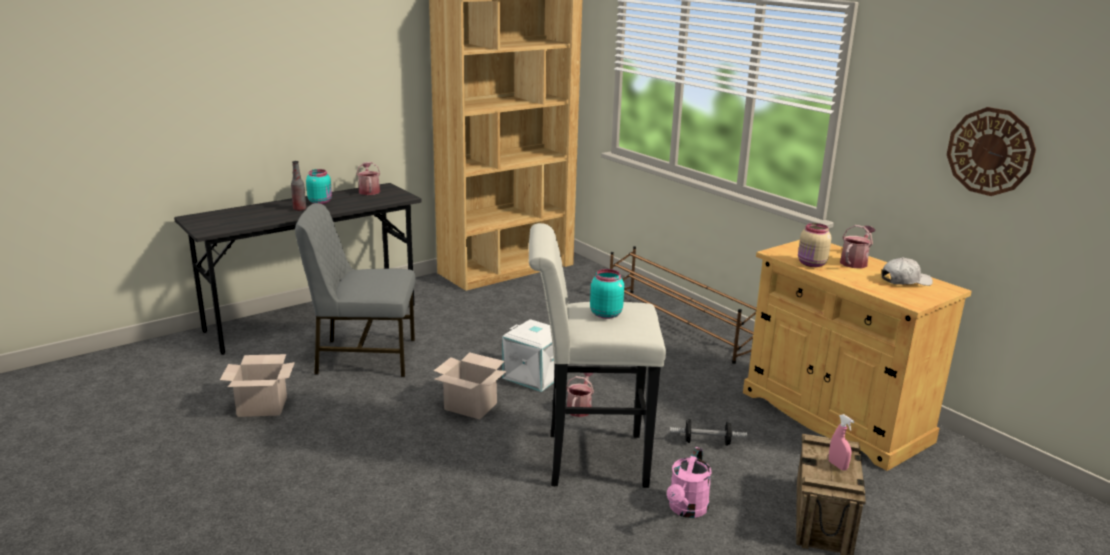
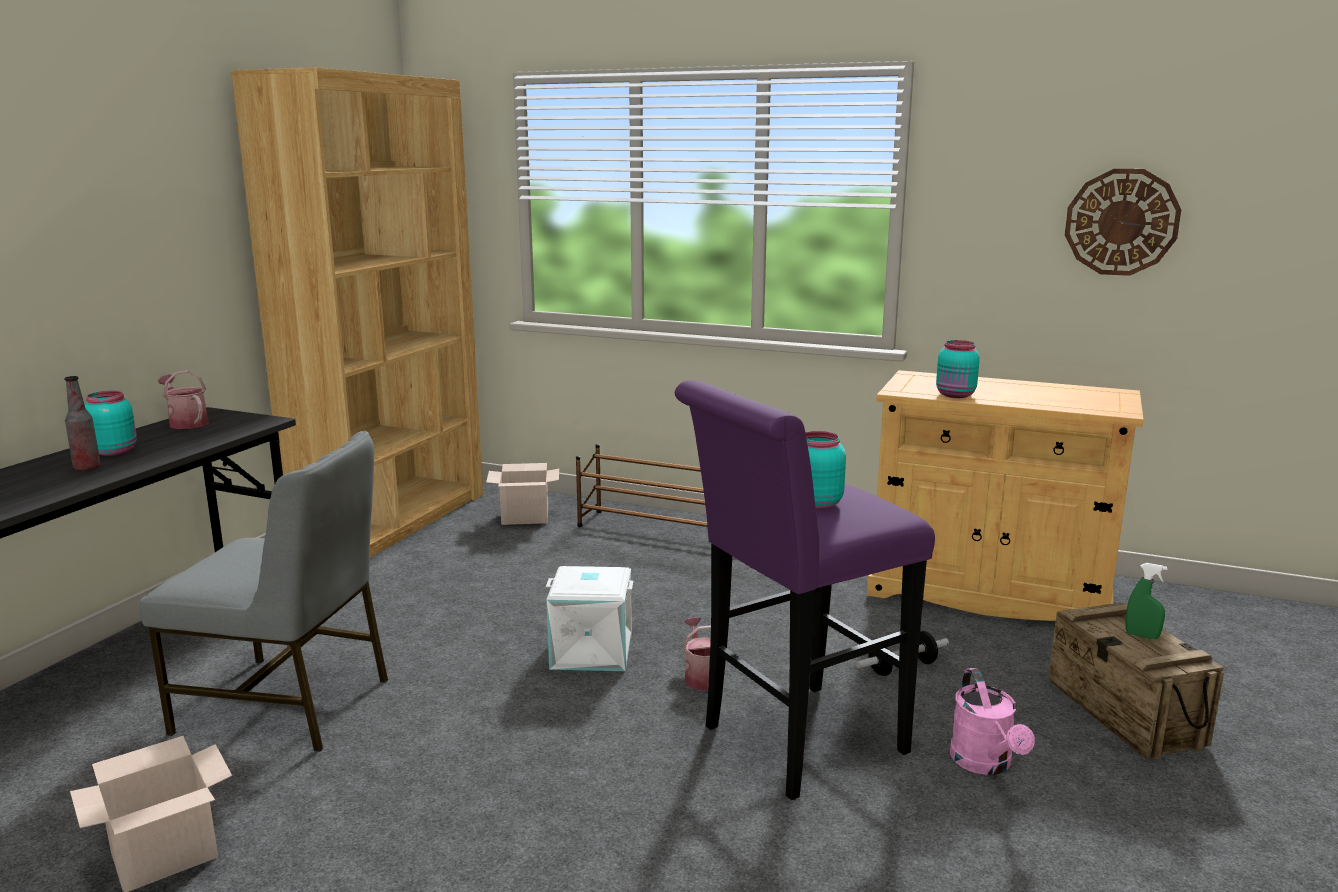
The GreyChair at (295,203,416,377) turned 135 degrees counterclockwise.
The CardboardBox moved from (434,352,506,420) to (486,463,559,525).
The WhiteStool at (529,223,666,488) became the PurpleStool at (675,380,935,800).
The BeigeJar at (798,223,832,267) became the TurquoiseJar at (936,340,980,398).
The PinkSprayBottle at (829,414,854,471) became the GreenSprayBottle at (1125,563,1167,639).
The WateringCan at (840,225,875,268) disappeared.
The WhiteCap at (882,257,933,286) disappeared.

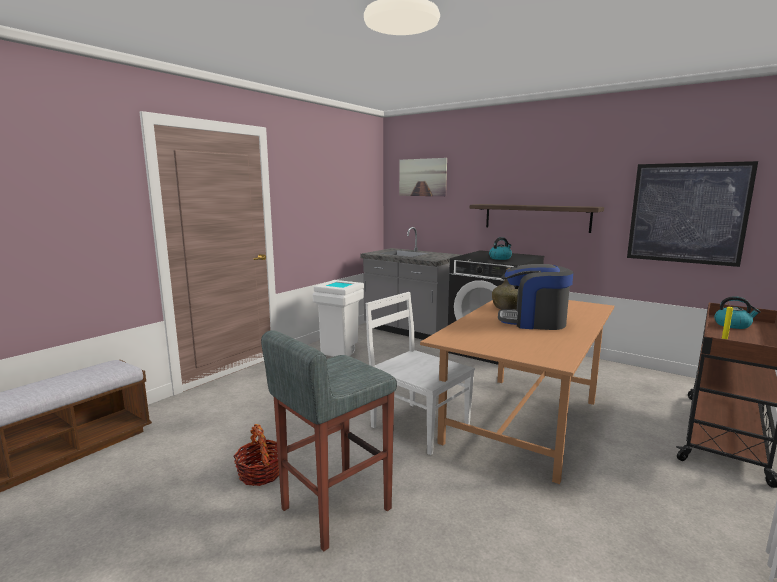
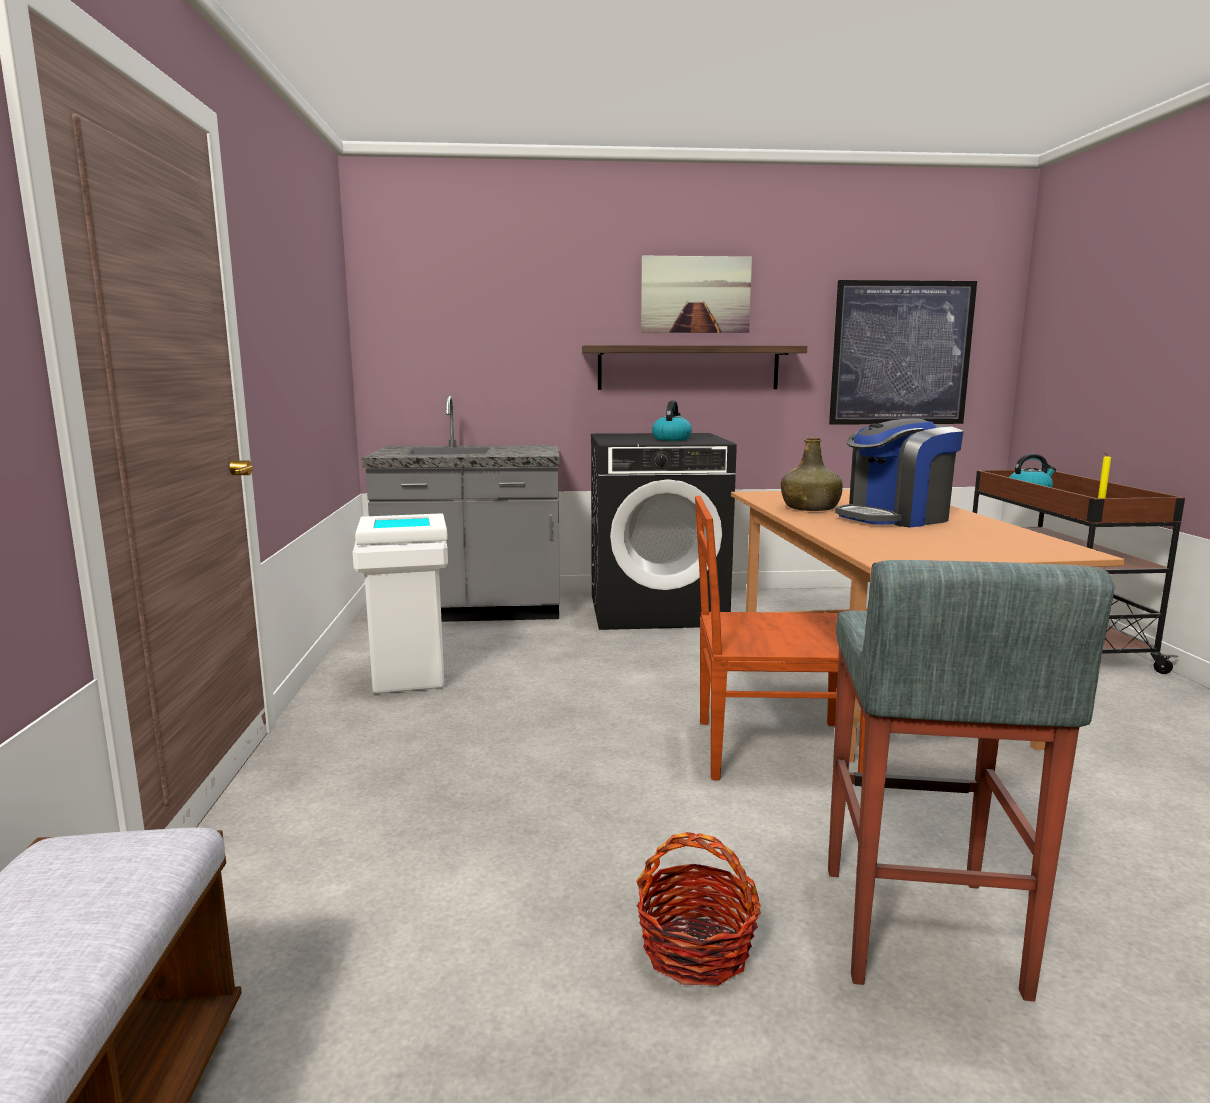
The WhiteChair at (366,292,475,455) became the BrownChair at (695,496,865,780).
The Picture moved from (399,158,447,196) to (641,255,752,333).

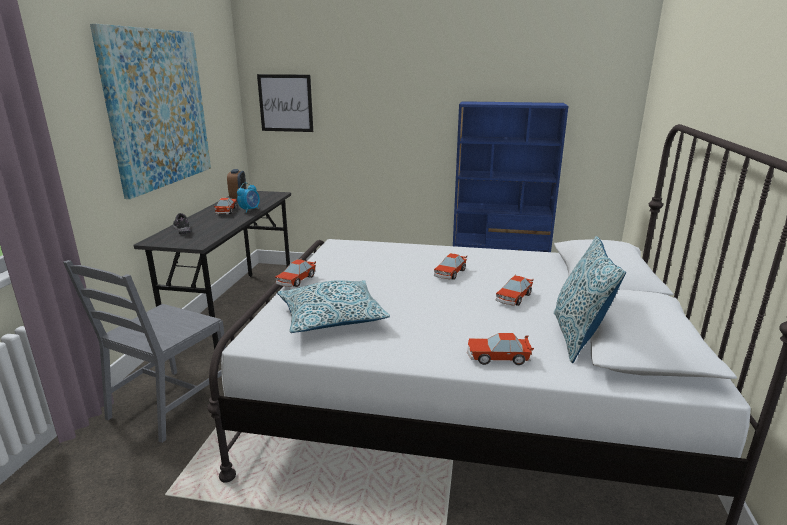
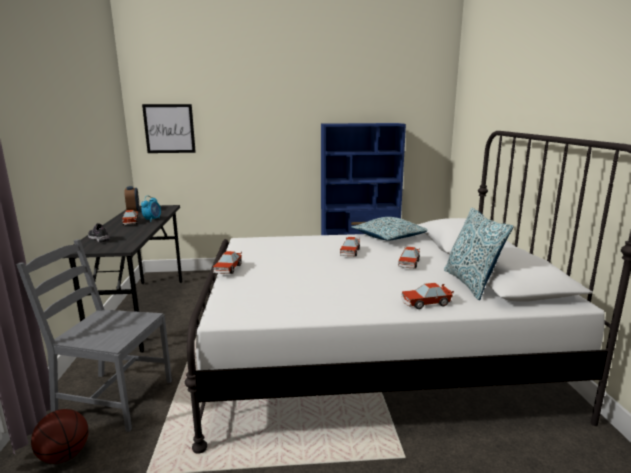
The GreyChair at (63,260,226,443) turned 90 degrees clockwise.
The Picture at (90,24,211,199) disappeared.
The Pillow moved from (277,280,390,333) to (351,217,427,240).
The Basketball at (31,409,89,464) appeared.

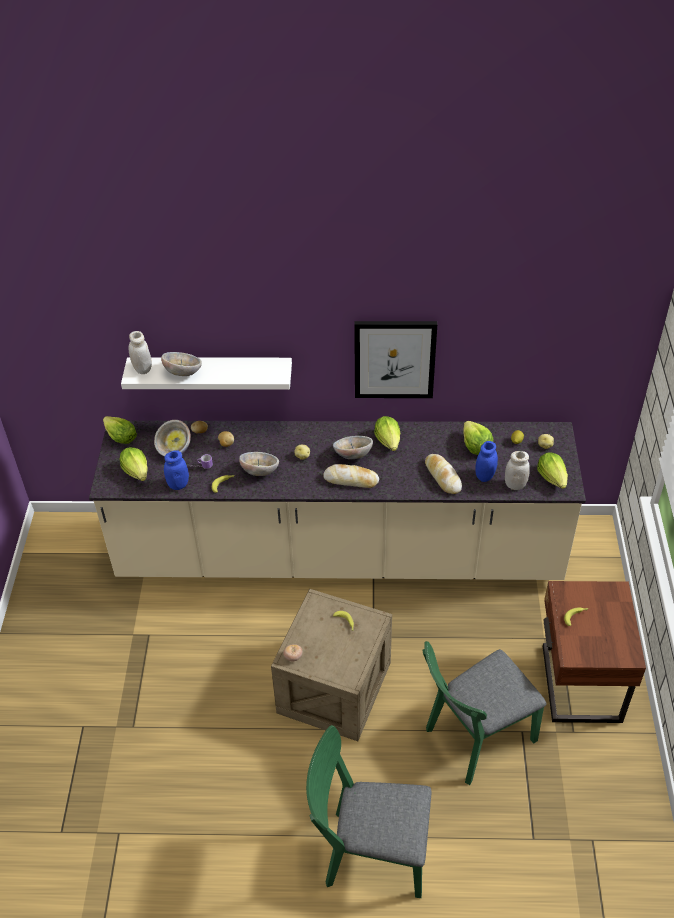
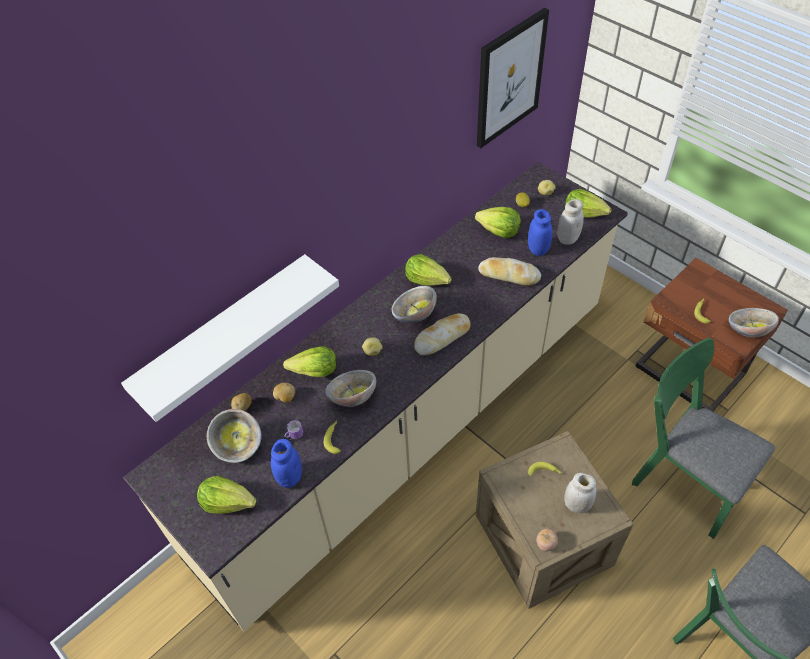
The Lettuce moved from (103,416,137,444) to (283,346,336,377).
The WhiteJar moved from (129,331,152,374) to (564,473,596,513).
The Bowl moved from (161,352,202,376) to (729,308,779,337).
The Picture moved from (354,321,437,398) to (477,8,549,148).
The GreenChair at (422,641,546,785) turned 120 degrees clockwise.

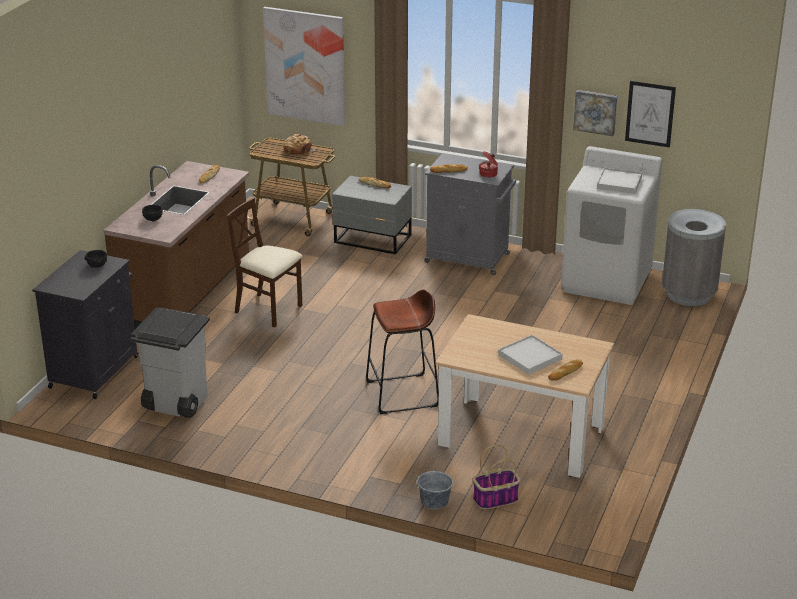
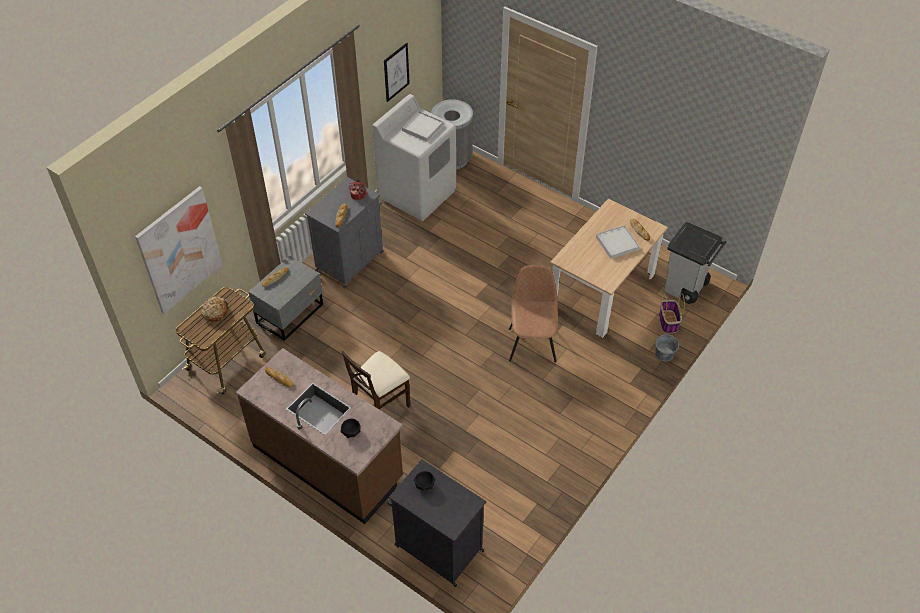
The GreyTrashCan moved from (131,308,210,418) to (664,222,727,304).
The BrownStool at (366,289,439,414) was replaced by the BrownChair at (509,265,558,363).
The Picture at (573,90,617,136) disappeared.

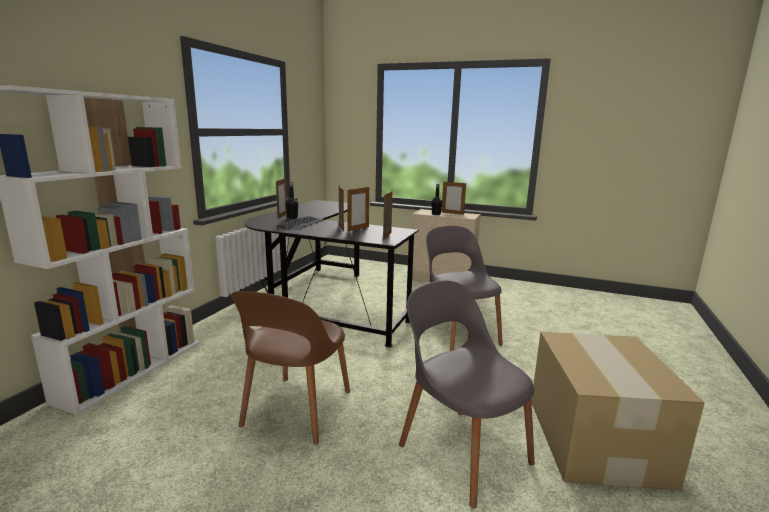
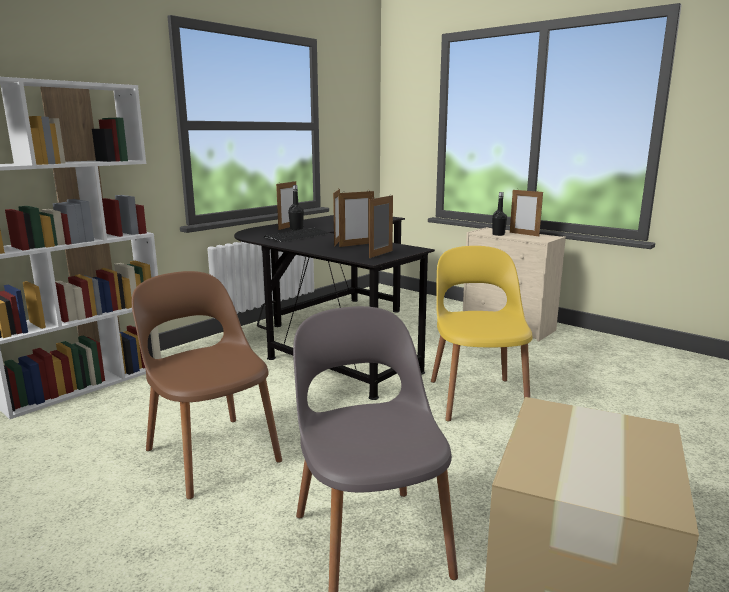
The BrownChair at (231,291,350,445) turned 105 degrees clockwise.
The GreyChair at (426,226,503,351) became the YellowChair at (431,246,533,421).

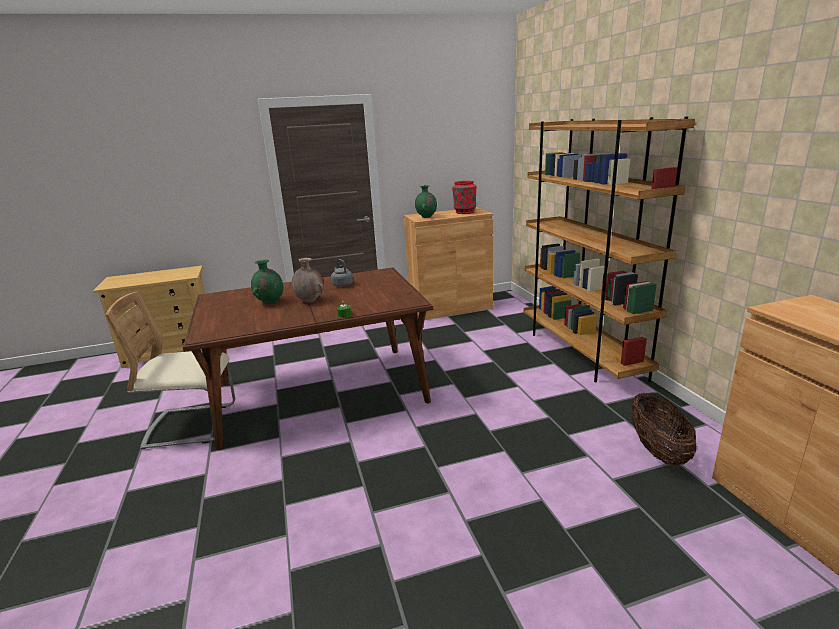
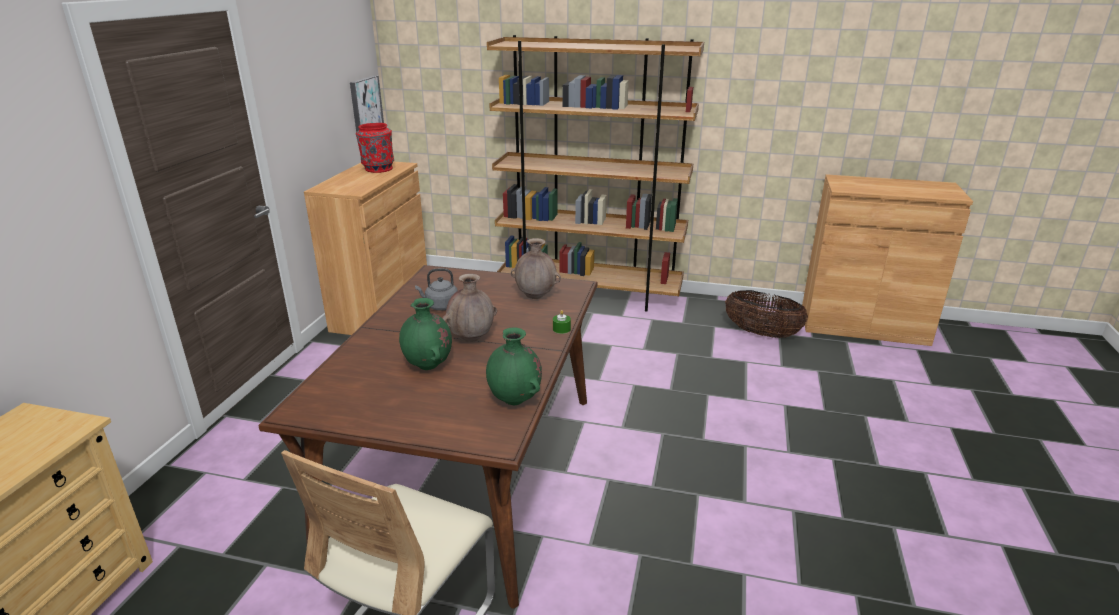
The GreenVase moved from (415,185,437,218) to (486,327,542,405).
The Picture at (350,75,384,132) appeared.
The BrownVase at (511,238,561,299) appeared.

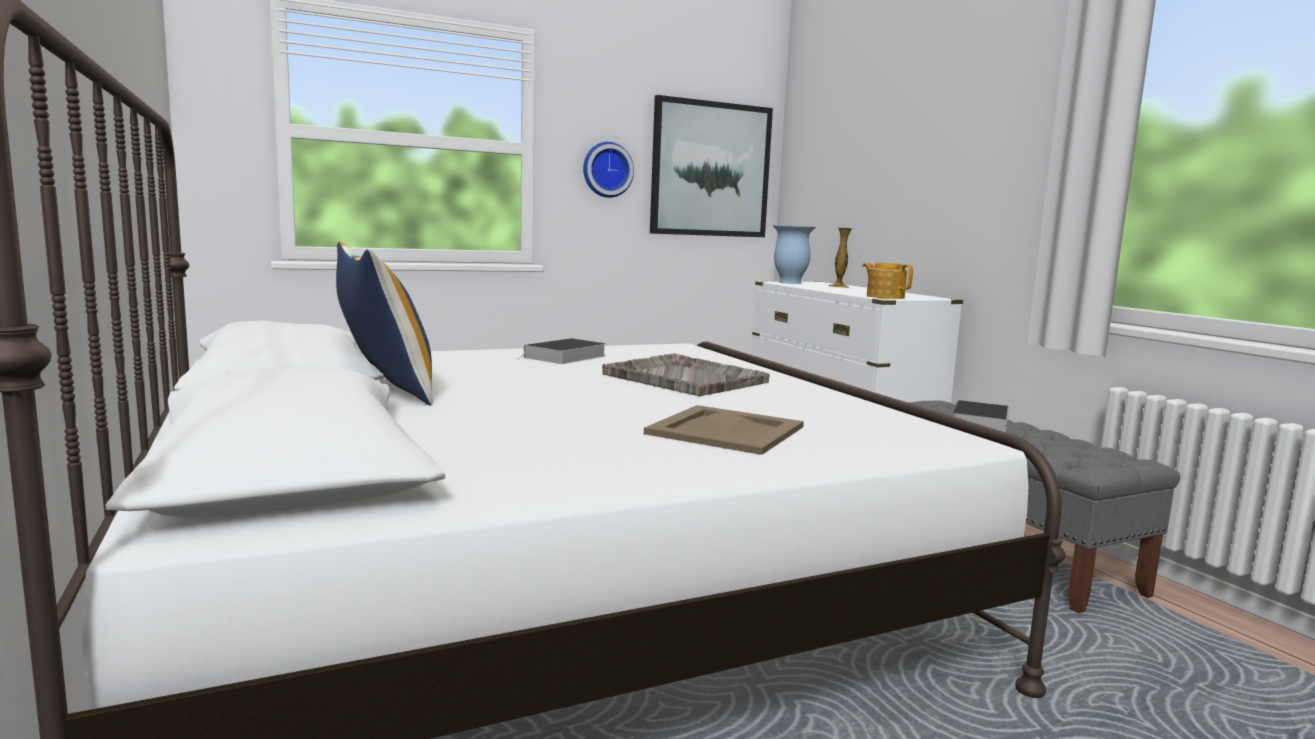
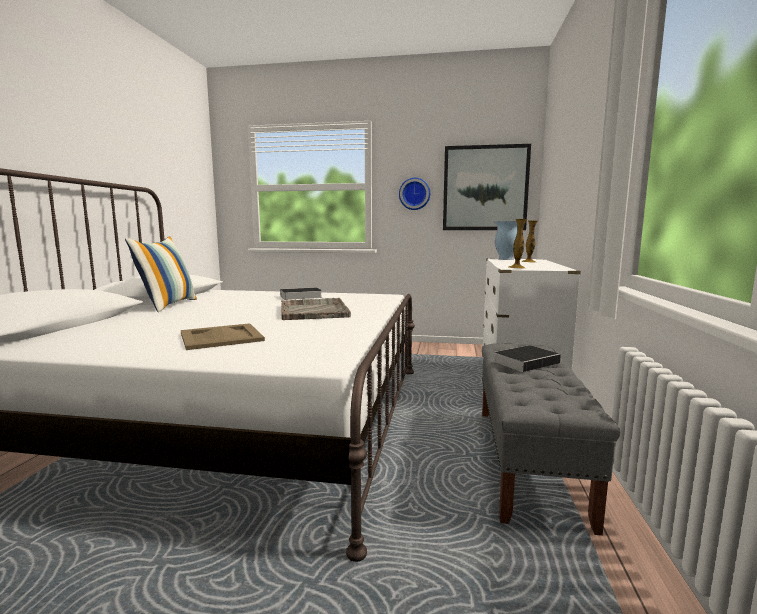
The Teapot at (863,262,913,299) was replaced by the Vase at (508,219,527,269).

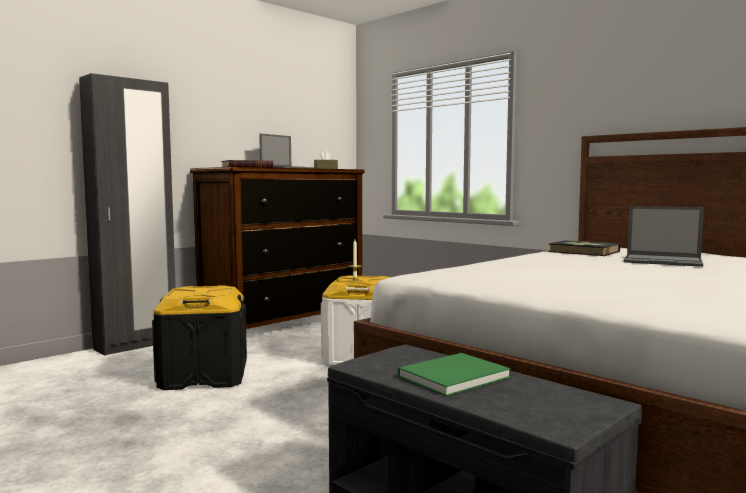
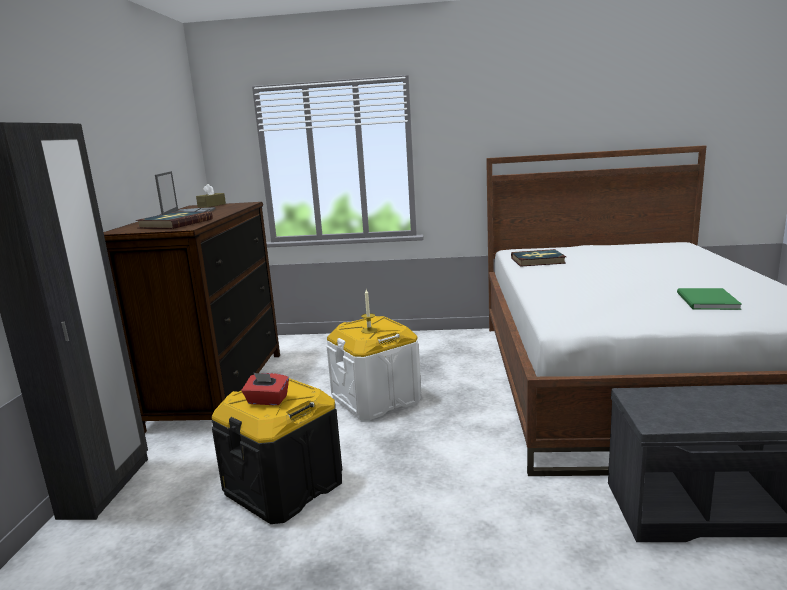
The GreenBook moved from (397,353,511,396) to (677,288,742,310).
The Laptop at (624,206,704,267) disappeared.
The RedTissueBox at (242,373,289,405) appeared.

